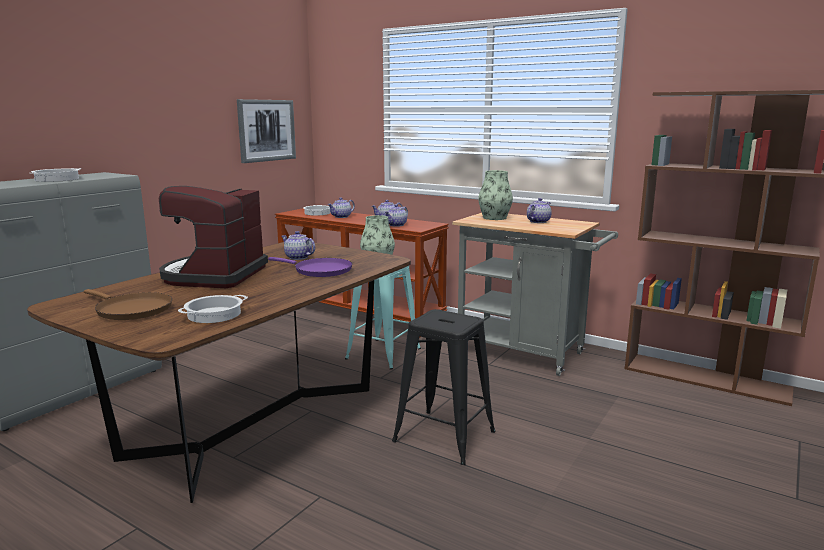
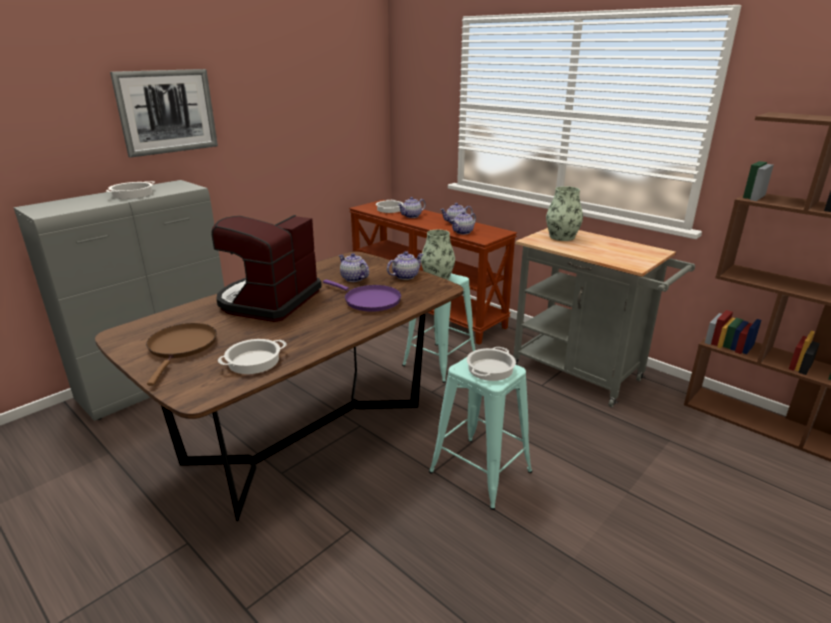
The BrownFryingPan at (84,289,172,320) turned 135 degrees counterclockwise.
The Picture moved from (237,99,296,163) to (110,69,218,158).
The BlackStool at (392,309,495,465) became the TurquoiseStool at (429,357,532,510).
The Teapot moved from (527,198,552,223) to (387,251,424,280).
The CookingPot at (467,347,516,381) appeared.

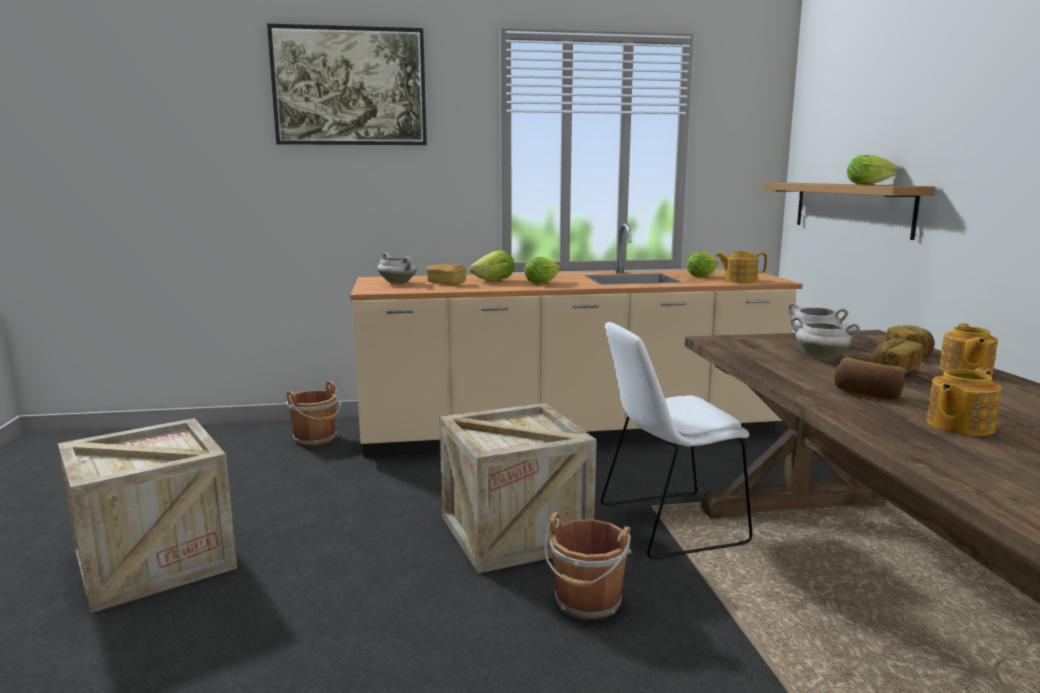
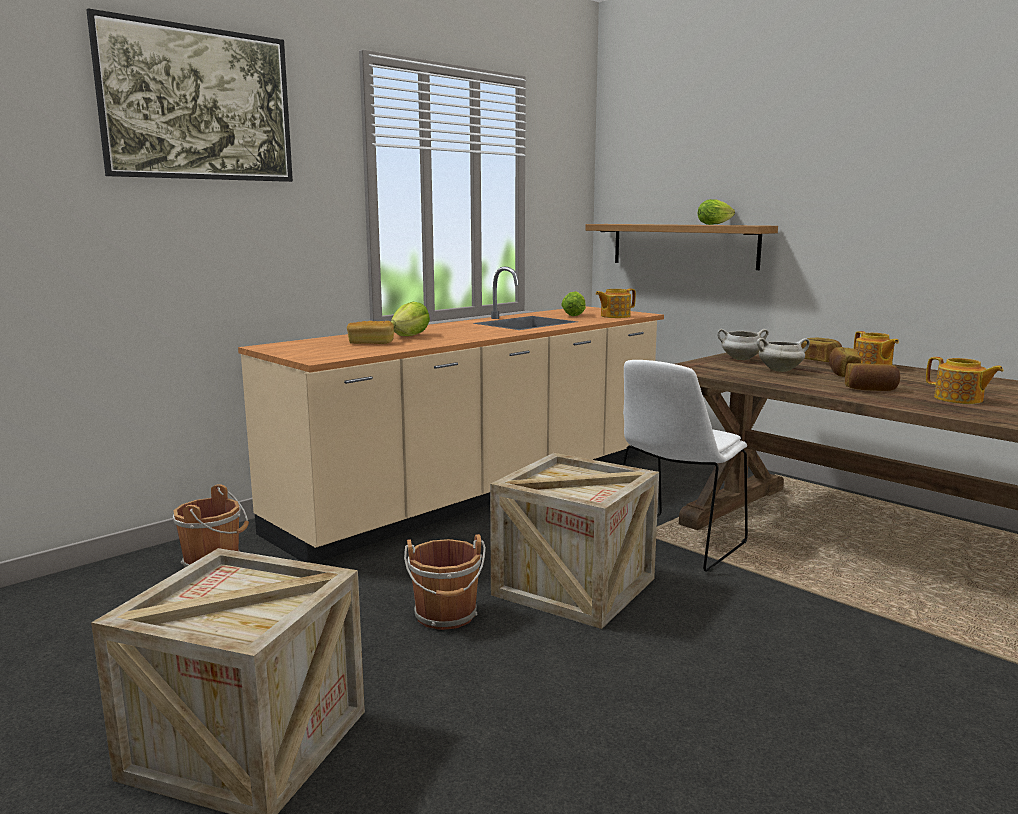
The WhiteCookingPot at (377,253,417,284) disappeared.
The Lettuce at (524,257,560,284) disappeared.
The BrownBucket moved from (544,512,631,620) to (404,534,486,630).
The Teapot at (927,367,1002,436) turned 60 degrees counterclockwise.

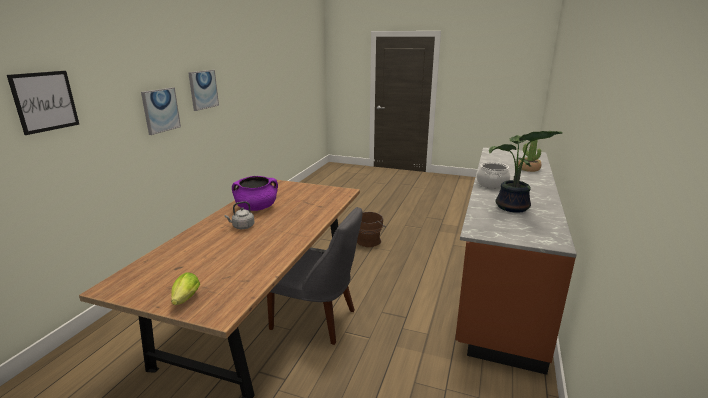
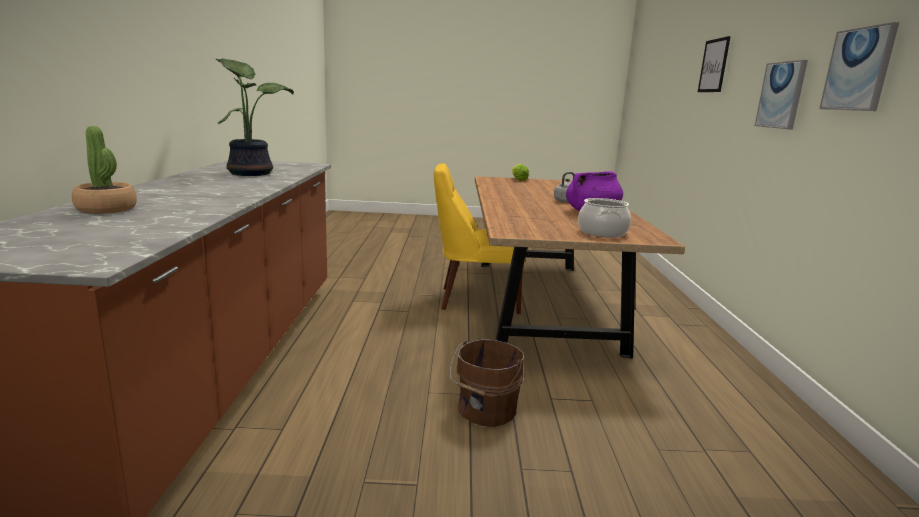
The GreyChair at (267,207,363,345) became the YellowChair at (434,163,526,314).
The CookingPot moved from (477,162,510,189) to (578,198,631,238).

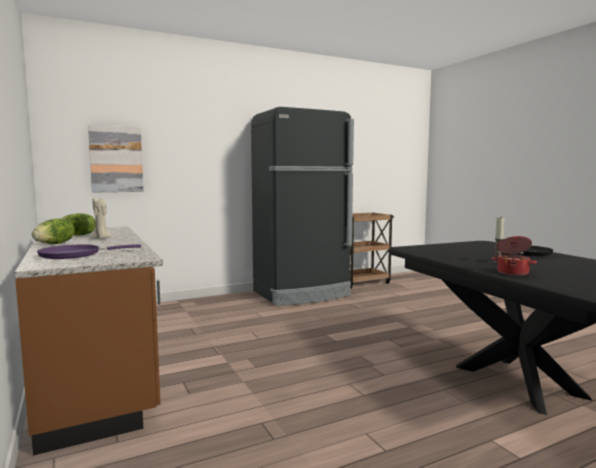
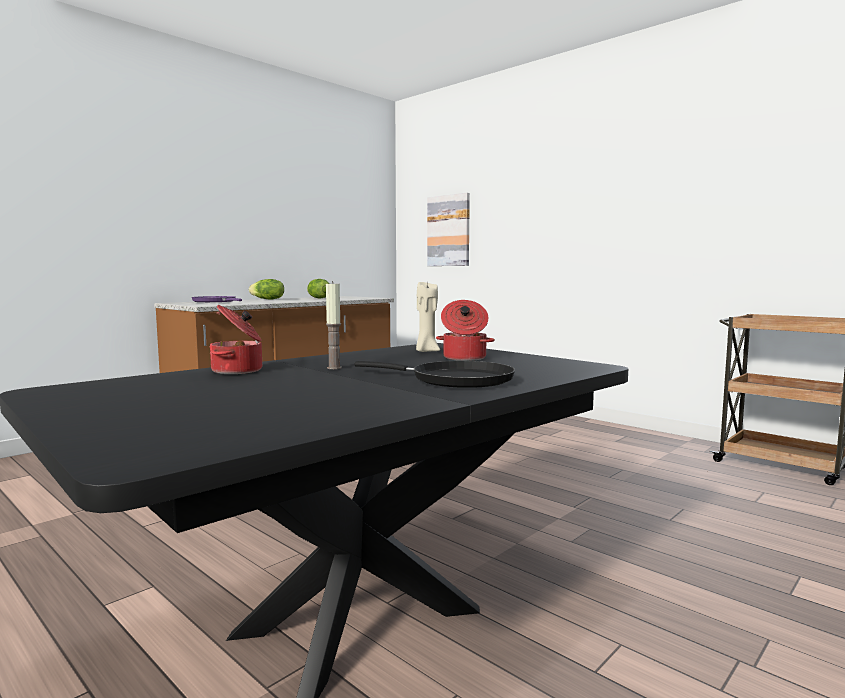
The BeigeCandle moved from (90,198,112,239) to (416,281,440,352).
The BlackFridge at (251,107,354,306) disappeared.
The CookingPot at (436,300,495,361) appeared.

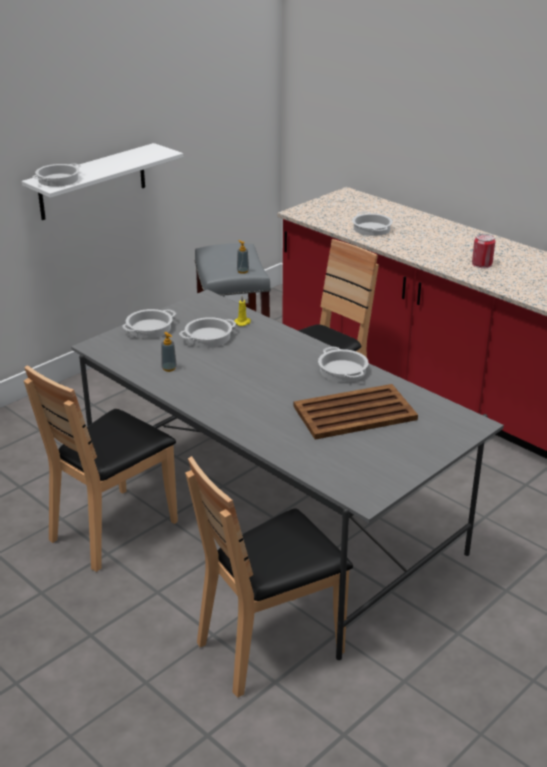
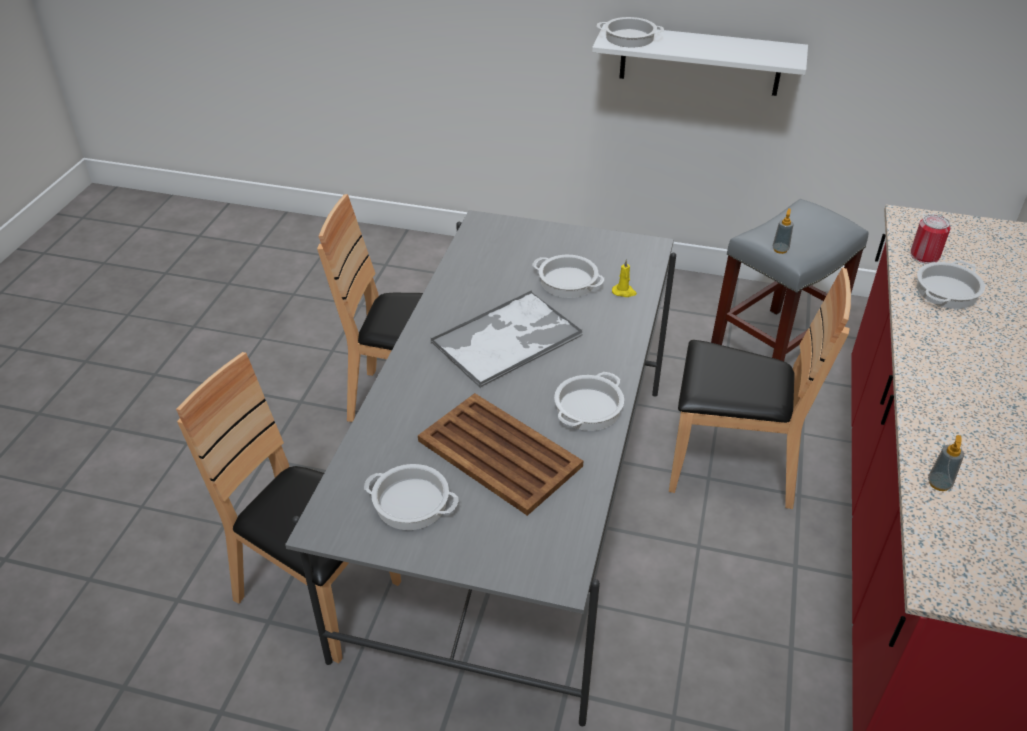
The CookingPot moved from (123,309,176,338) to (364,464,459,530).
The SoapDispenser moved from (161,332,177,372) to (928,435,964,491).
The Can moved from (472,234,495,268) to (910,214,951,264).
The Tray at (431,290,583,388) appeared.

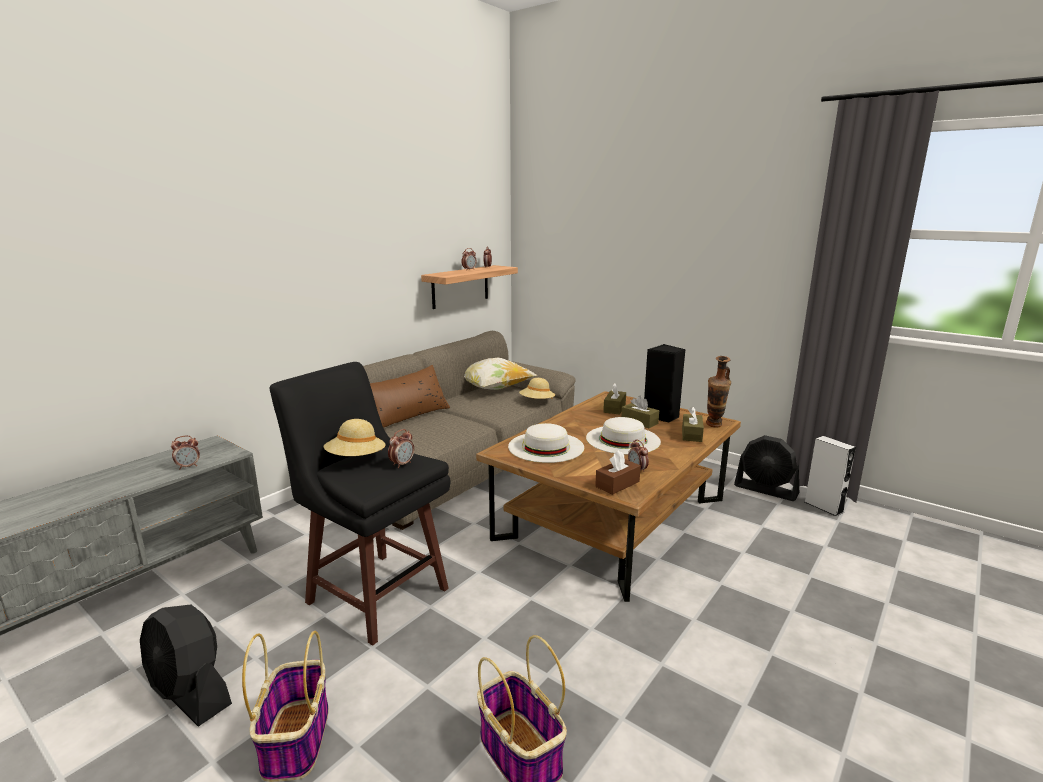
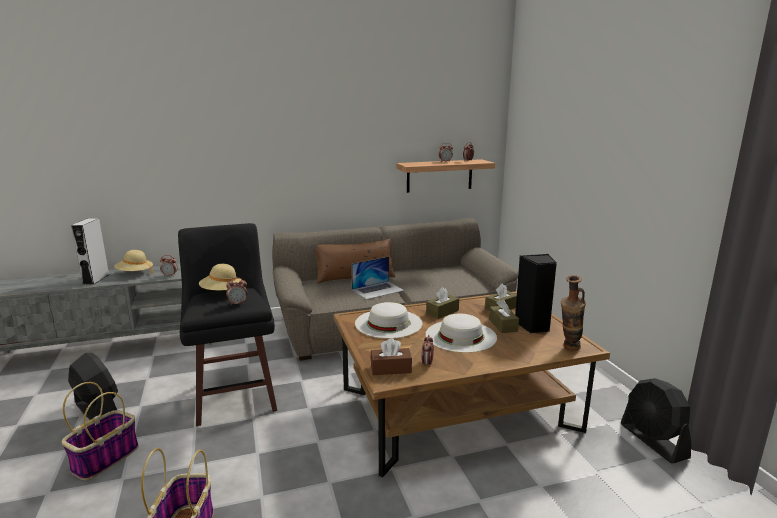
The BlackFan at (140,605,232,727) turned 150 degrees clockwise.
The Pillow at (464,358,538,390) disappeared.
The BeigeHat moved from (519,378,555,399) to (114,250,153,274).
The BrownTissueBox moved from (682,406,704,442) to (426,287,459,319).
The GreySpeaker moved from (805,436,856,517) to (71,218,109,285).
The Laptop at (351,257,404,300) appeared.

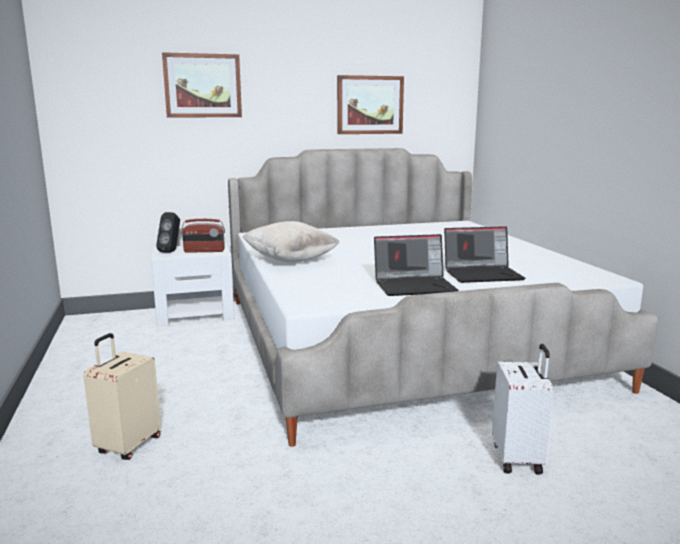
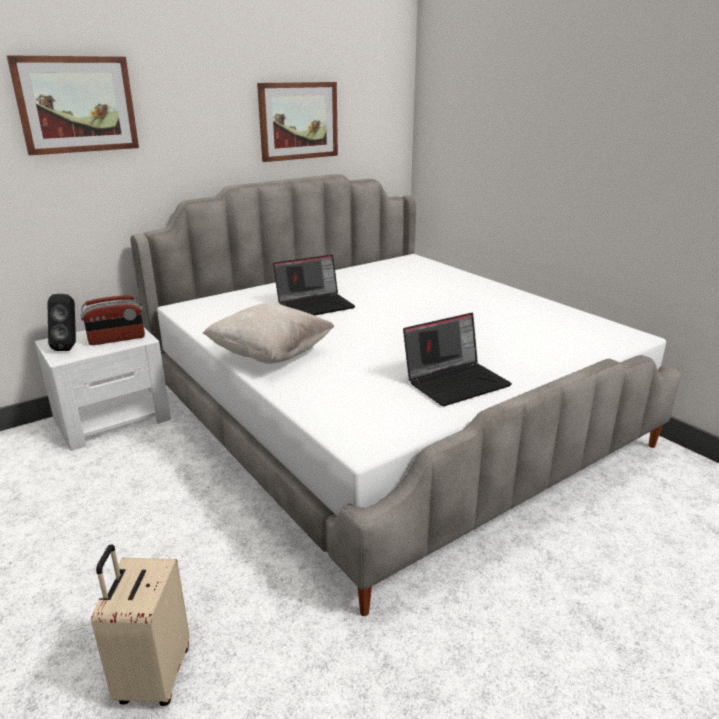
The Laptop moved from (444,226,525,283) to (273,255,355,315).
The WhiteSuitcase at (492,344,553,475) disappeared.

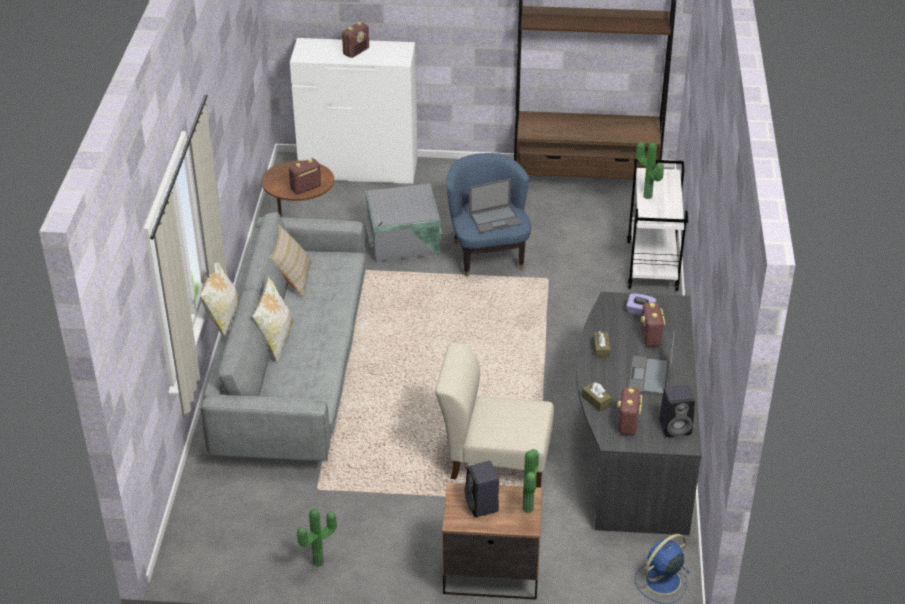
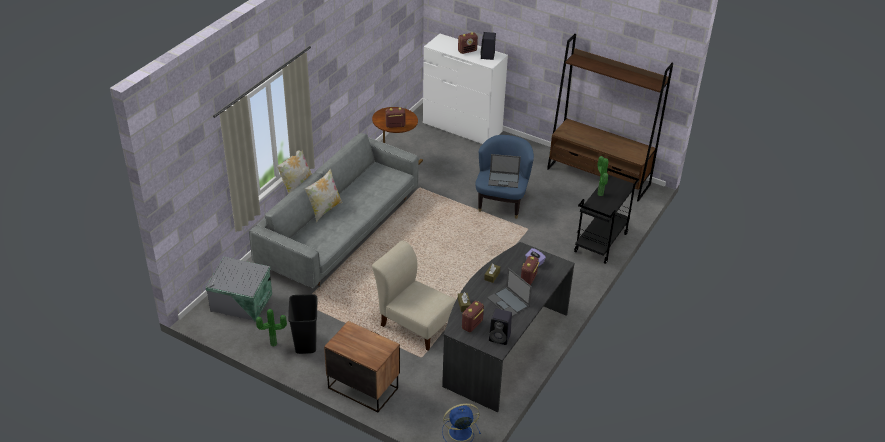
The BeigePillow at (269,224,312,297) disappeared.
The GreyStorageBox moved from (365,184,442,263) to (206,257,272,322).
The BlackSpeaker moved from (465,461,499,517) to (480,32,496,60).
The PottedPlant at (523,449,539,513) disappeared.
The WhiteCart at (627,159,688,291) became the BlackCart at (574,168,639,264).
The Laptop at (629,331,675,396) turned 75 degrees counterclockwise.
The BlackTrashCan at (288,294,317,354) appeared.

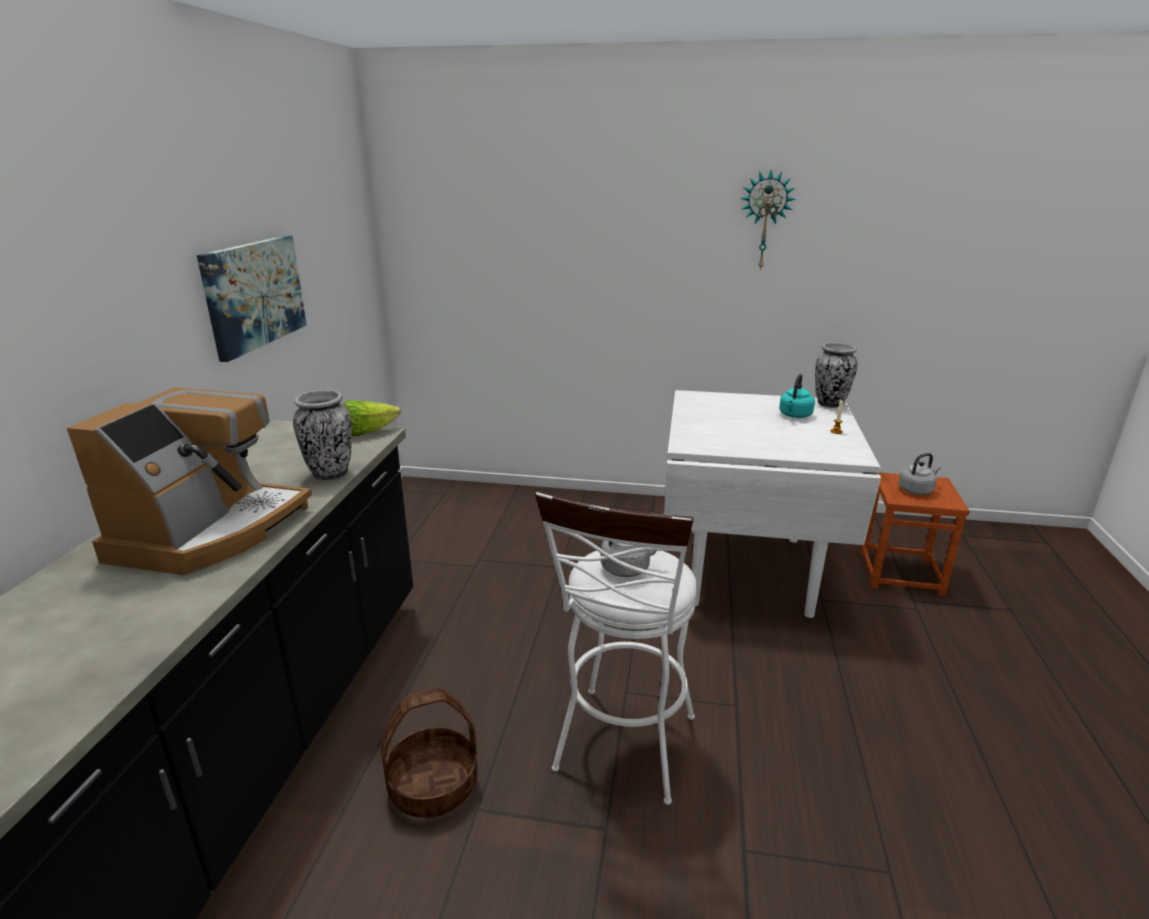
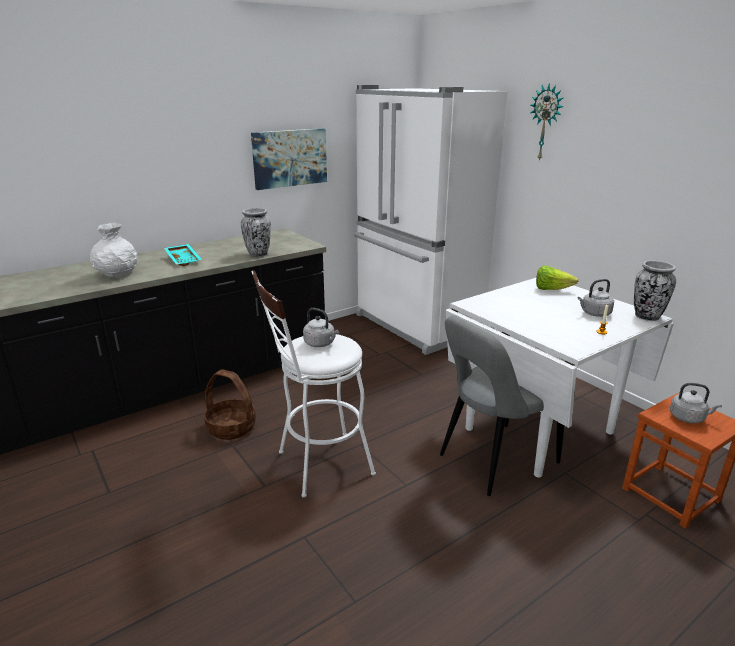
The CoffeeMachine at (67,387,312,575) was replaced by the TurquoiseTray at (164,244,202,266).
The Lettuce moved from (342,400,401,436) to (536,266,578,290).
The WallClock moved from (740,169,795,270) to (531,83,564,161).
The TurquoiseKettle at (779,374,815,418) became the GreyKettle at (578,279,614,317).
The WhiteVase at (90,223,138,278) appeared.
The WhiteFridge at (354,85,508,355) appeared.
The GreyChair at (440,315,564,496) appeared.

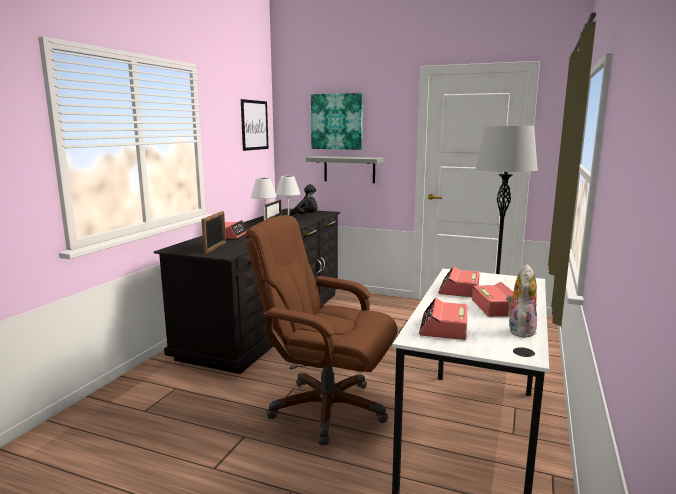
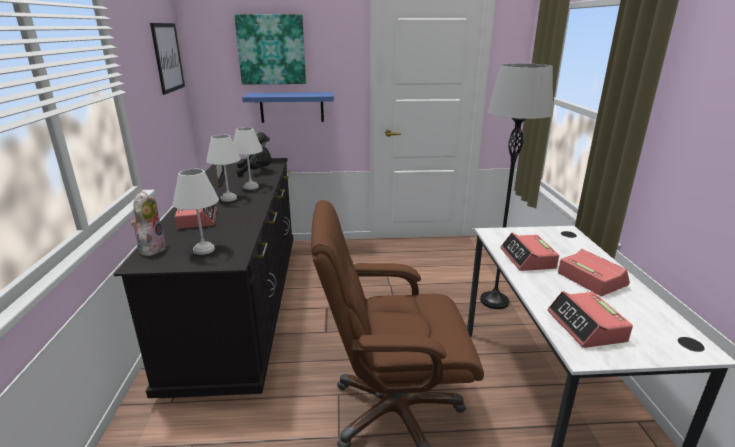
The PictureFrame at (201,211,226,254) was replaced by the WhiteTableLamp at (173,169,219,255).
The GreyShelf at (306,156,385,183) became the BlueShelf at (242,92,334,123).
The PlushToy moved from (506,264,537,338) to (131,191,167,256).

